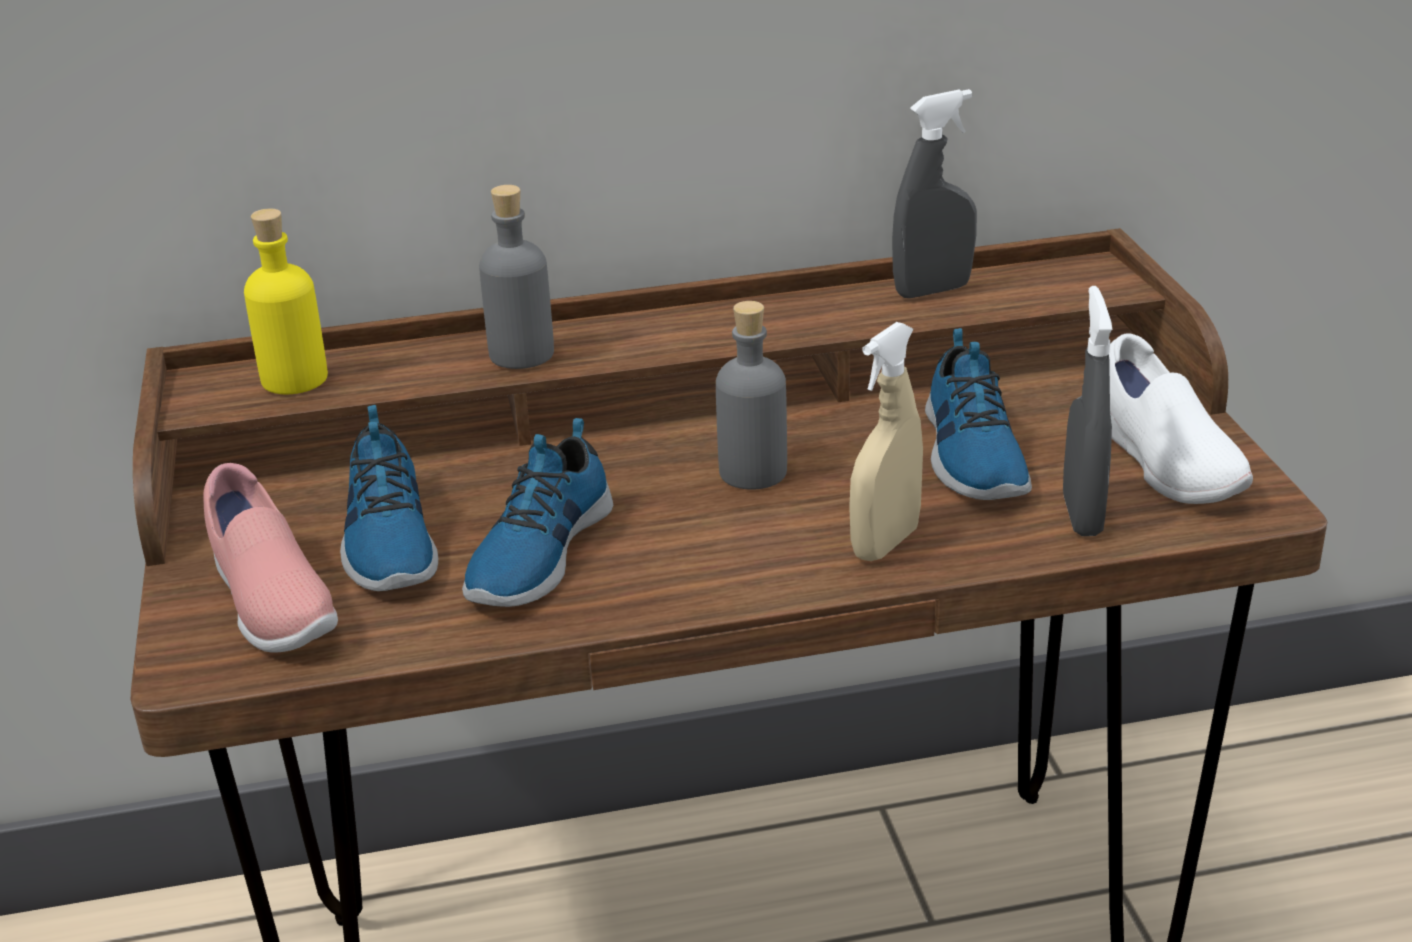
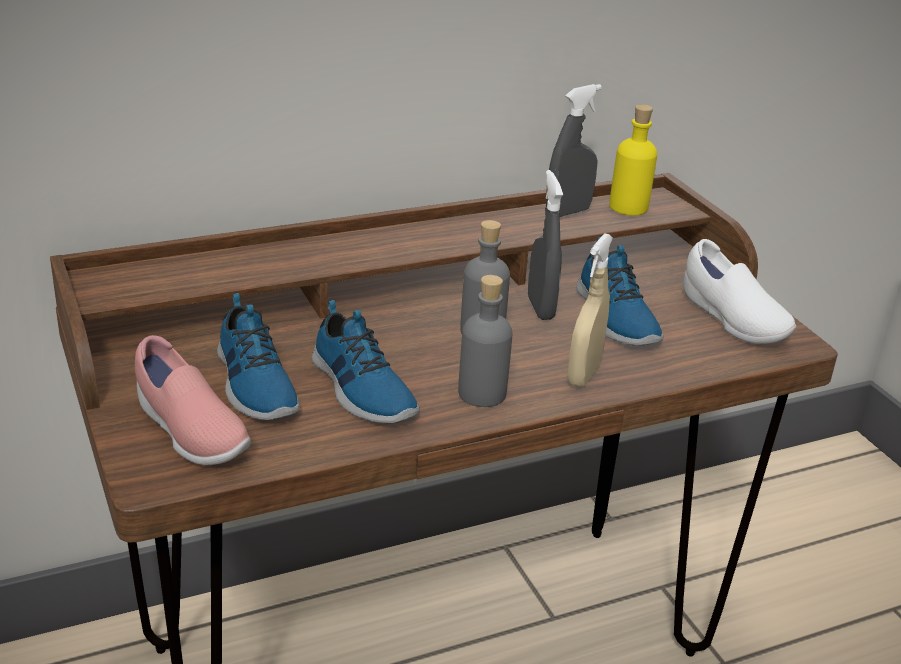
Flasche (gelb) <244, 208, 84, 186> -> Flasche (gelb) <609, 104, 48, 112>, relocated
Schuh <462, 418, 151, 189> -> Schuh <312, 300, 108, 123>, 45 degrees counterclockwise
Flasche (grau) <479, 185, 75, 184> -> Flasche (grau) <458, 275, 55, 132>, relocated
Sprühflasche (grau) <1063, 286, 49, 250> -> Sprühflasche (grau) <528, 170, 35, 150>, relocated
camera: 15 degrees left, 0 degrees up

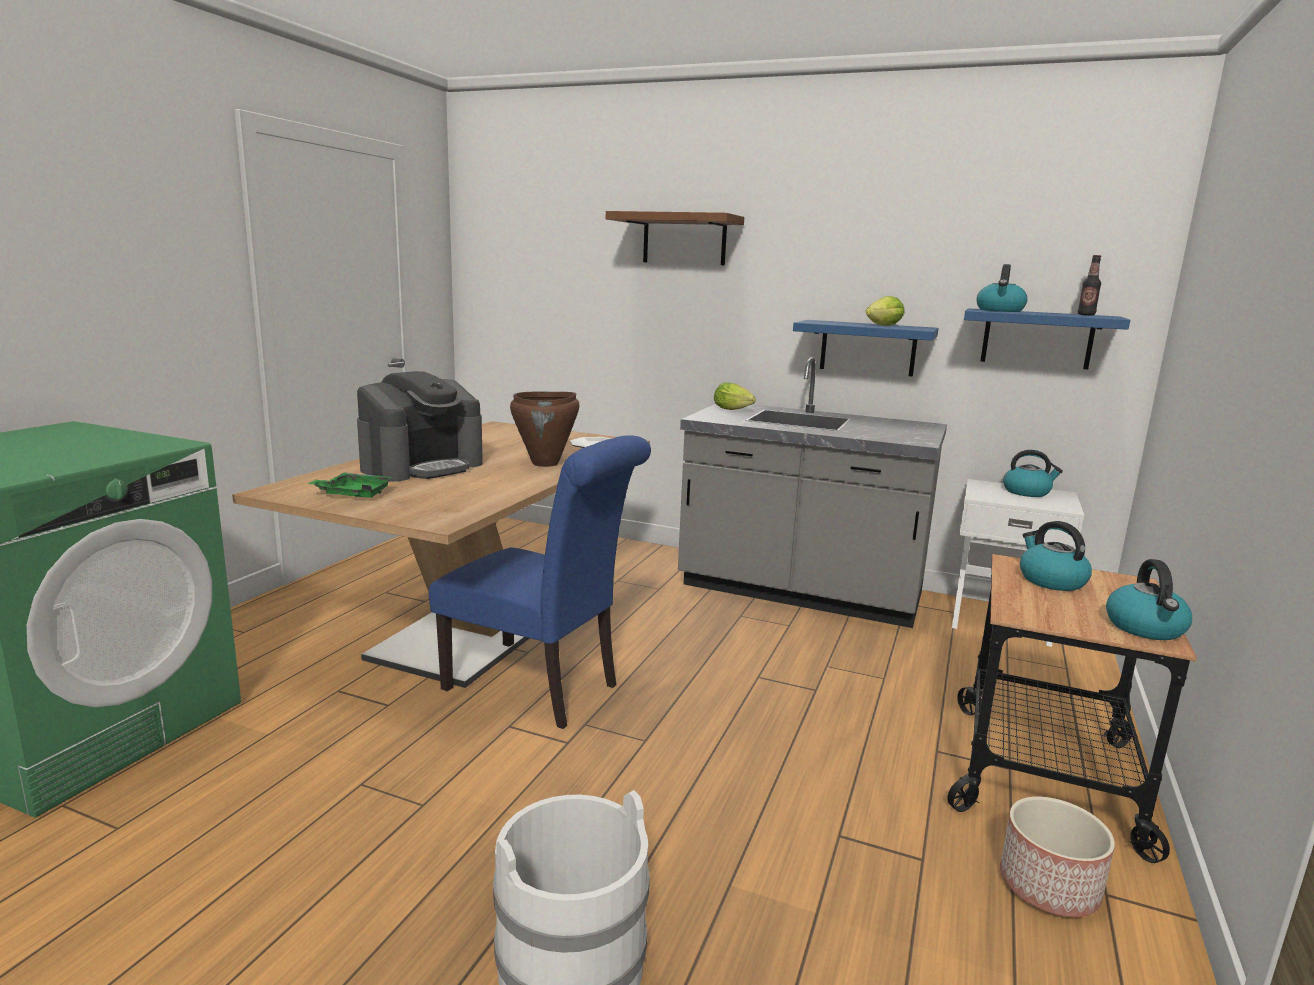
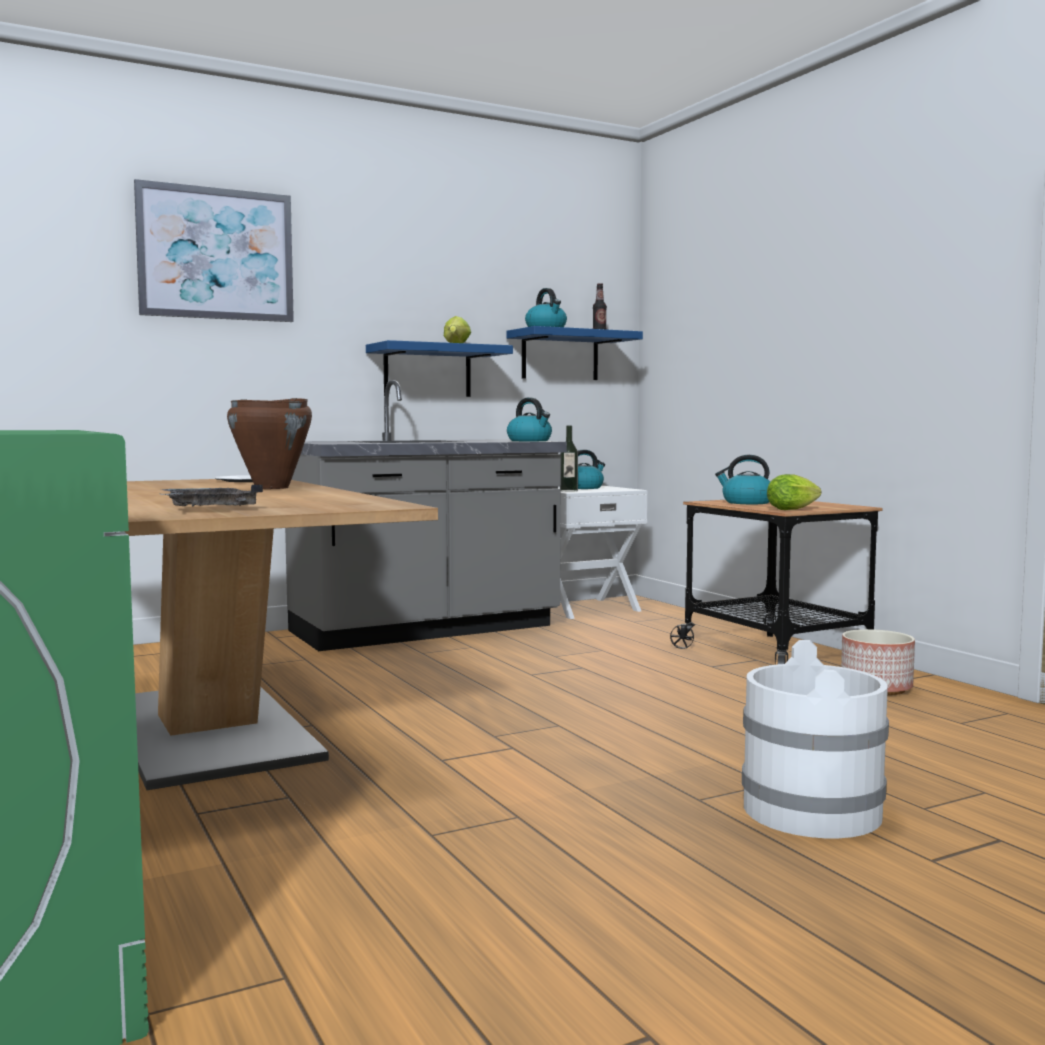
Tablett (grün) <308, 472, 85, 26> -> Tablett (grau) <161, 485, 102, 21>
Kaffeemaschine <357, 371, 126, 111> -> none
Stuhl (blau) <429, 435, 222, 294> -> none
Wandregal (braun) <606, 211, 138, 54> -> Bild <134, 179, 160, 143>
Salatkopf <714, 382, 42, 28> -> Salatkopf <767, 474, 55, 36>, relocated
Wasserkessel <1106, 559, 86, 81> -> Wasserkessel <507, 398, 45, 43>, relocated
none -> Flasche <560, 426, 18, 66>
camera: 50 degrees left, 10 degrees down

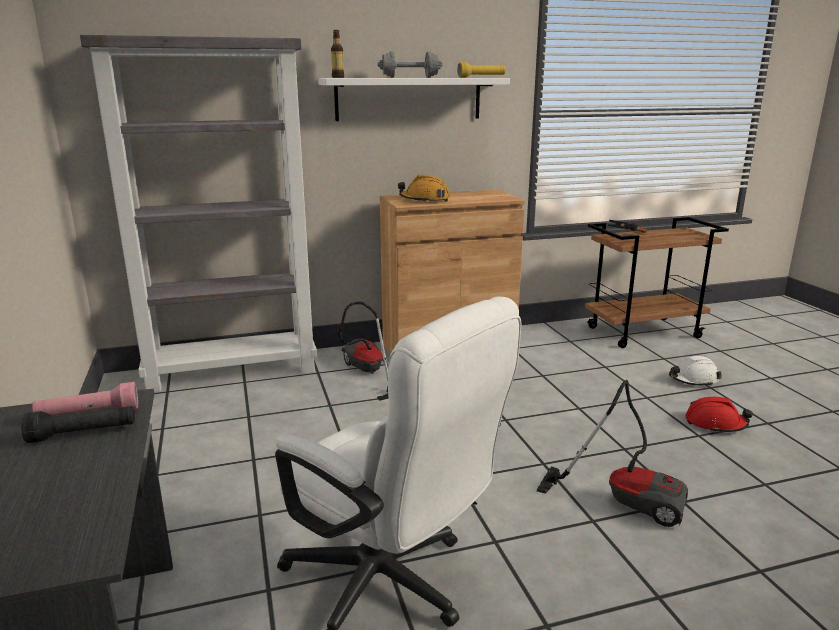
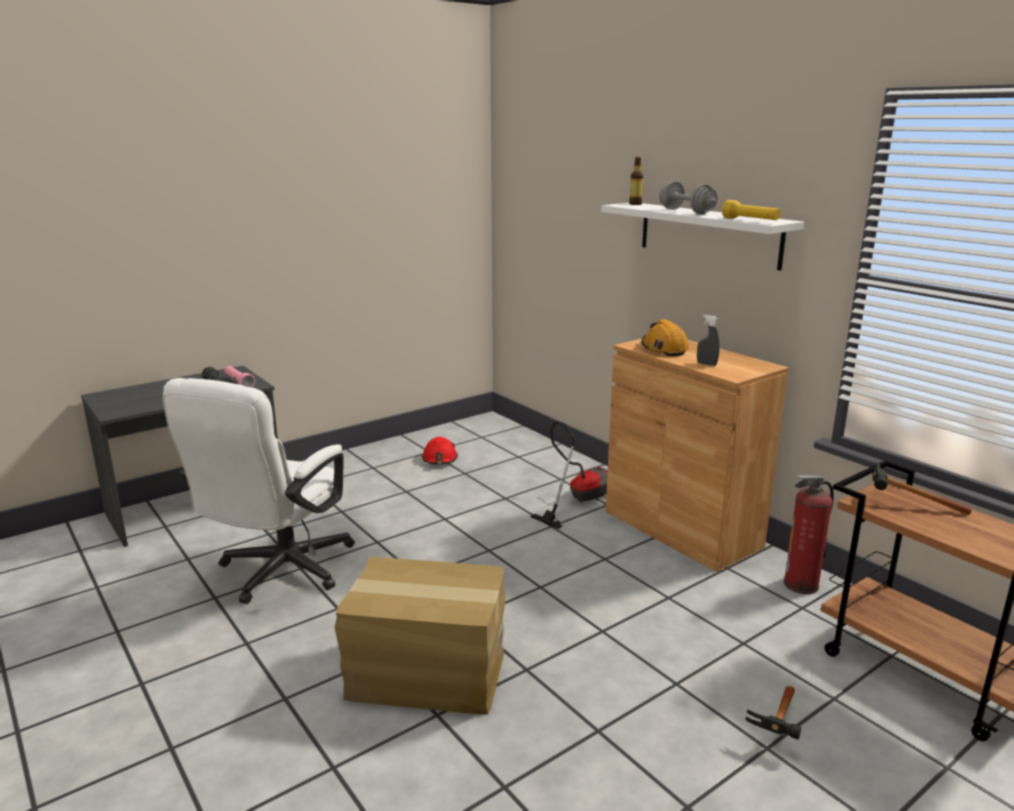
Bücherregal (grau) <80, 35, 237, 357> -> none
Staubsauger <537, 380, 151, 147> -> Karton <335, 557, 170, 158>
Schutzhelm (weiß) <669, 356, 53, 31> -> Hammer <745, 686, 56, 53>
Schutzhelm (rot) <685, 397, 68, 36> -> Schutzhelm (rot) <422, 437, 36, 27>, relocated
none -> Sprühflasche (grau) <697, 315, 23, 51>
none -> Feuerlöscher <784, 475, 50, 119>
camera: 70 degrees right, 0 degrees up

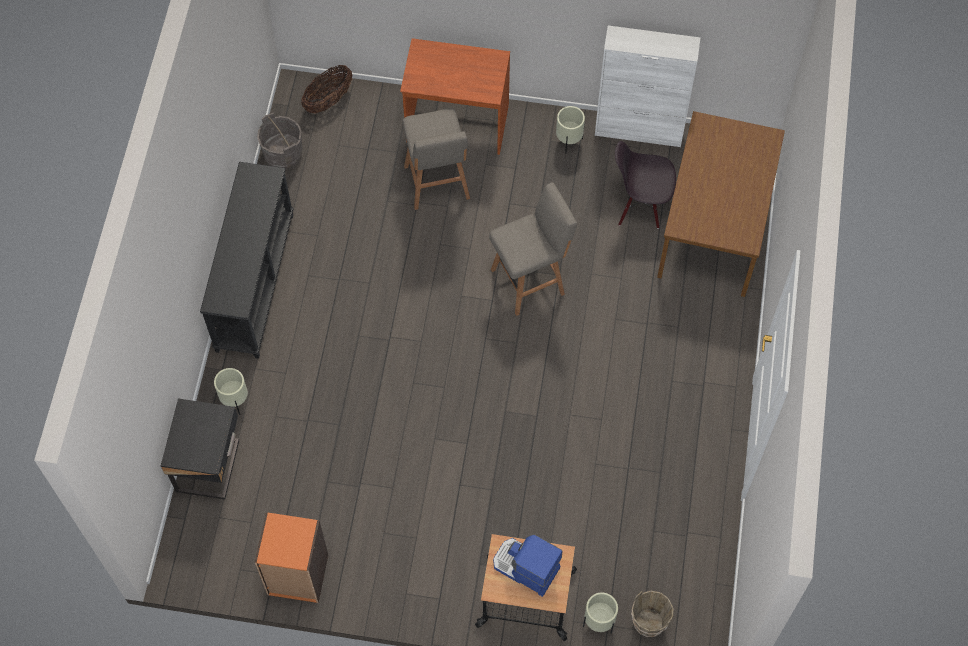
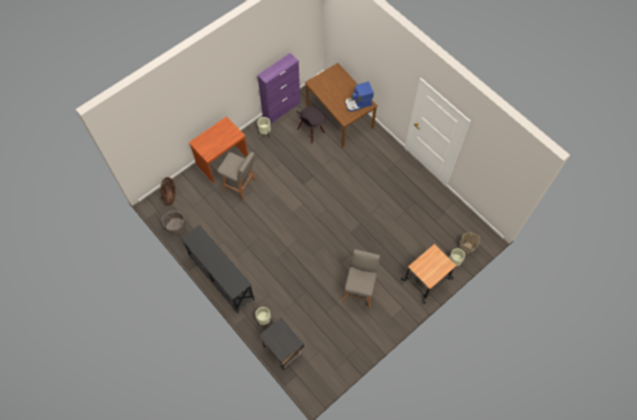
Bücherregal (orange) <255, 512, 73, 91> -> none
Hocker (grau) <489, 182, 88, 134> -> Hocker (grau) <342, 249, 38, 59>, relocated
Kaffeemaschine <493, 534, 70, 63> -> Kaffeemaschine <345, 81, 29, 31>, relocated
Schrank (weiß) <595, 25, 106, 122> -> Schrank (lila) <257, 53, 43, 71>
camera: 50 degrees left, 0 degrees up

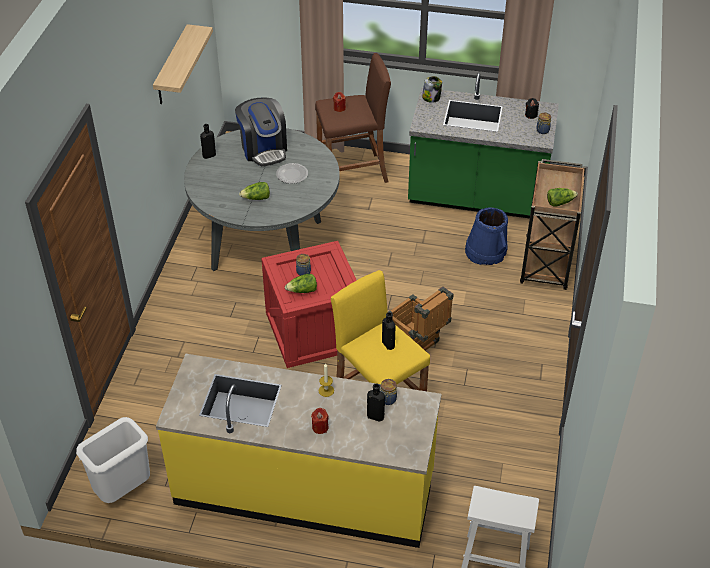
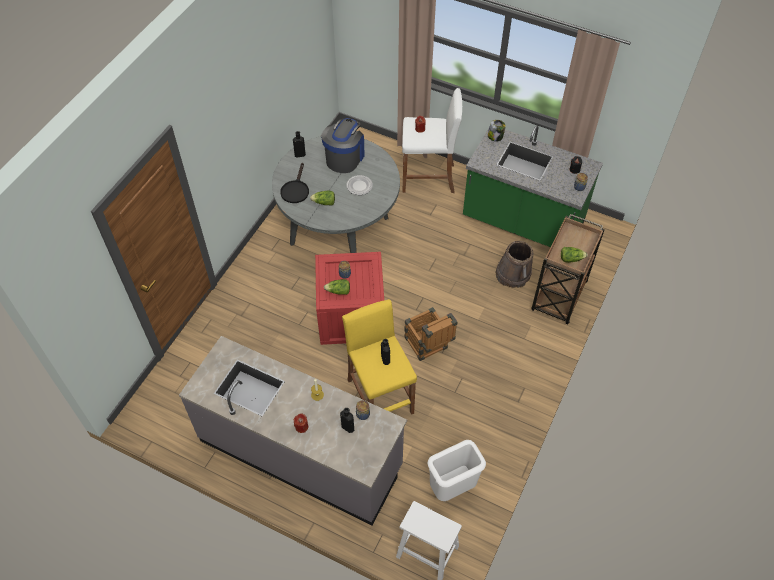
Mülleimer (weiß) <76, 417, 74, 86> -> Mülleimer (weiß) <427, 440, 59, 61>, relocated
Wandregal <153, 24, 60, 80> -> none
Küchenzeile (gelb) <156, 354, 285, 194> -> Küchenzeile (grau) <179, 336, 228, 189>
Kaffeemaschine <235, 98, 52, 68> -> Kaffeemaschine <321, 118, 44, 55>, 150 degrees counterclockwise
Hocker (braun) <315, 53, 76, 130> -> Hocker (weiß) <402, 88, 60, 105>
Eimer (blau) <465, 207, 43, 58> -> Eimer (braun) <496, 241, 37, 47>
none -> Pfanne (schwarz) <280, 163, 29, 40>
camera: 15 degrees right, 10 degrees up

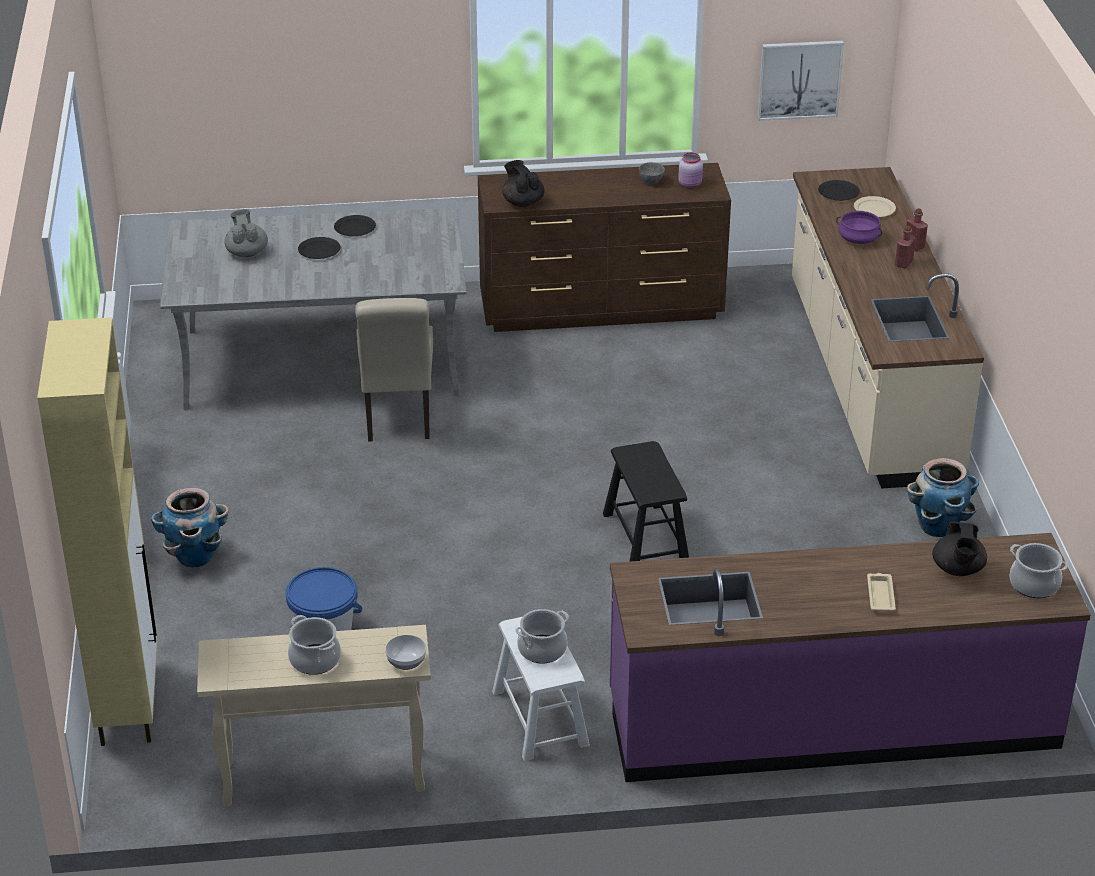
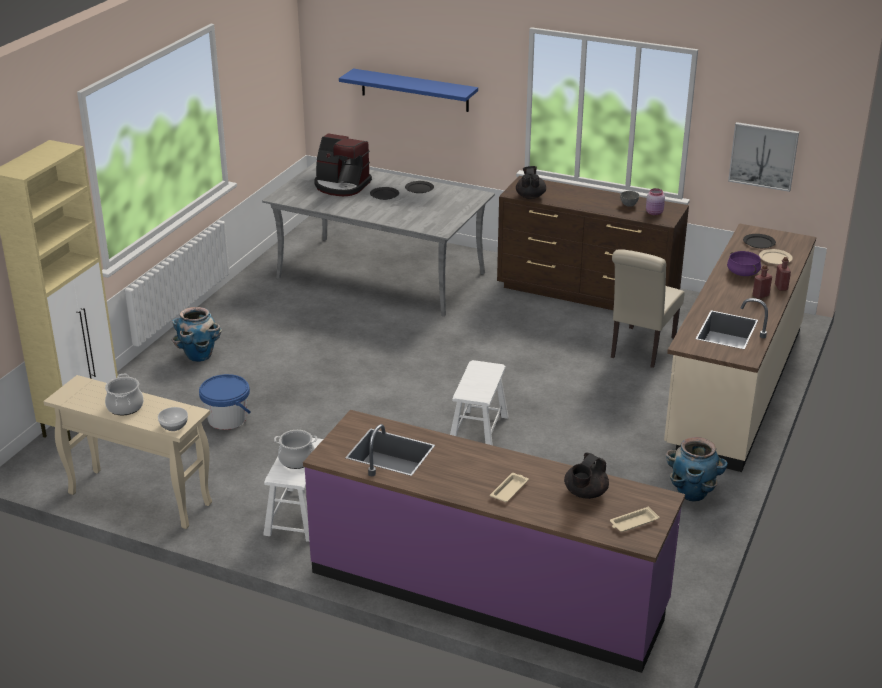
Teekanne (grau) <224, 209, 44, 48> -> Kaffeemaschine <314, 134, 58, 62>
Stuhl (beige) <355, 298, 78, 143> -> Stuhl (beige) <611, 249, 74, 119>, relocated
Hocker (schwarz) <603, 441, 86, 121> -> Hocker (weiß) <450, 360, 59, 85>
Kochtopf <1010, 543, 58, 55> -> Tablett (beige) <610, 506, 49, 26>
none -> Wandregal (blau) <339, 69, 139, 43>
camera: 30 degrees right, 5 degrees down

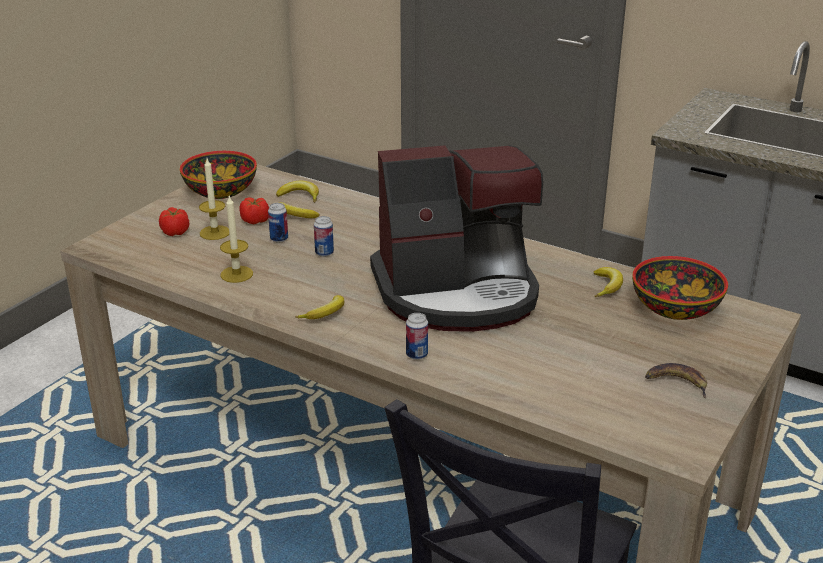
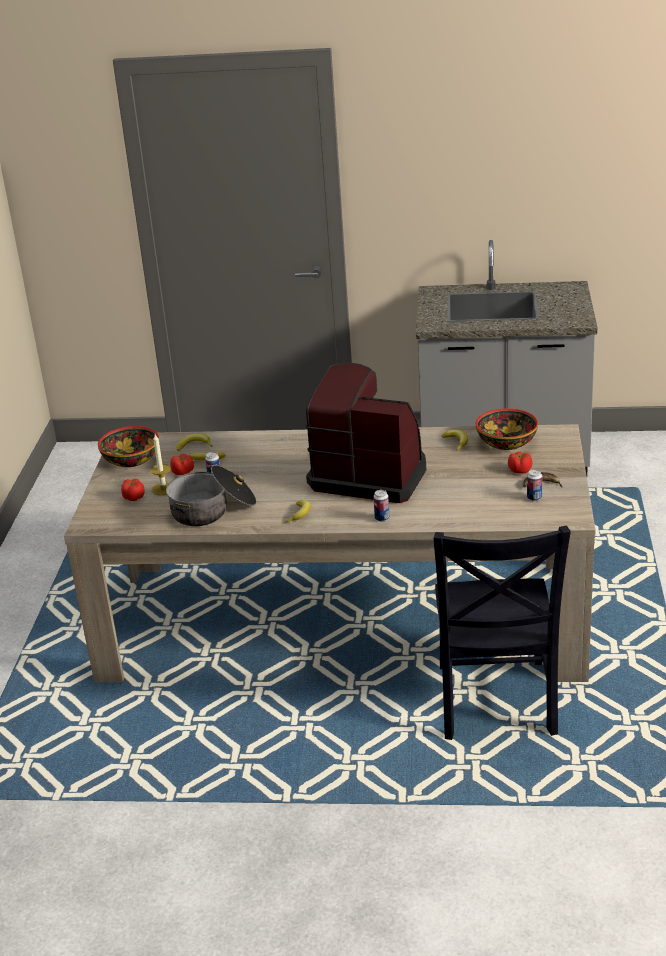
Kerze <220, 196, 33, 87> -> Kochtopf <166, 465, 91, 61>
Dose <314, 216, 20, 41> -> Dose <527, 469, 15, 32>, relocated
Kaffeemaschine <370, 145, 173, 187> -> Kaffeemaschine <305, 363, 121, 140>, 120 degrees counterclockwise
none -> Tomate <508, 451, 24, 23>
camera: 25 degrees left, 0 degrees up

